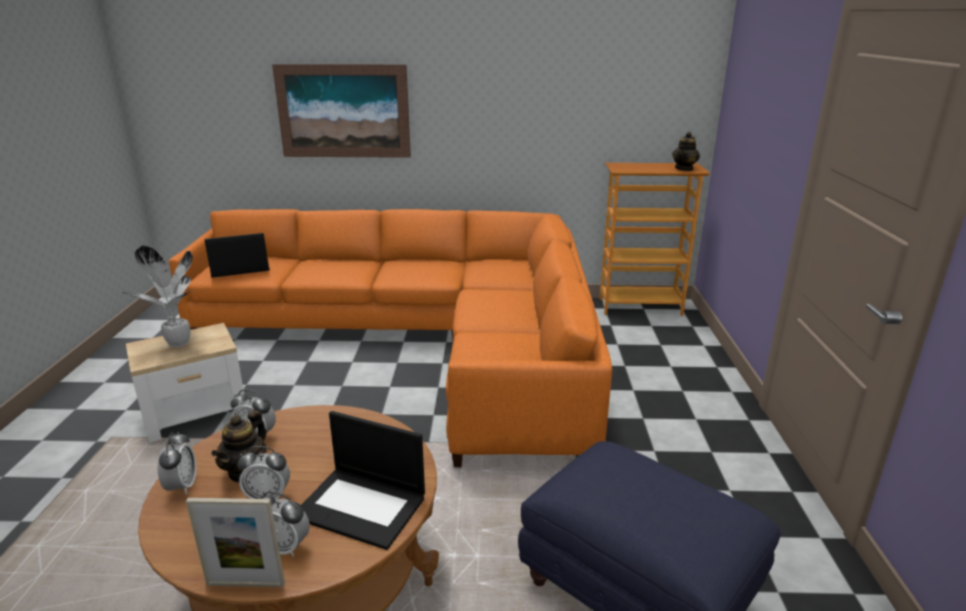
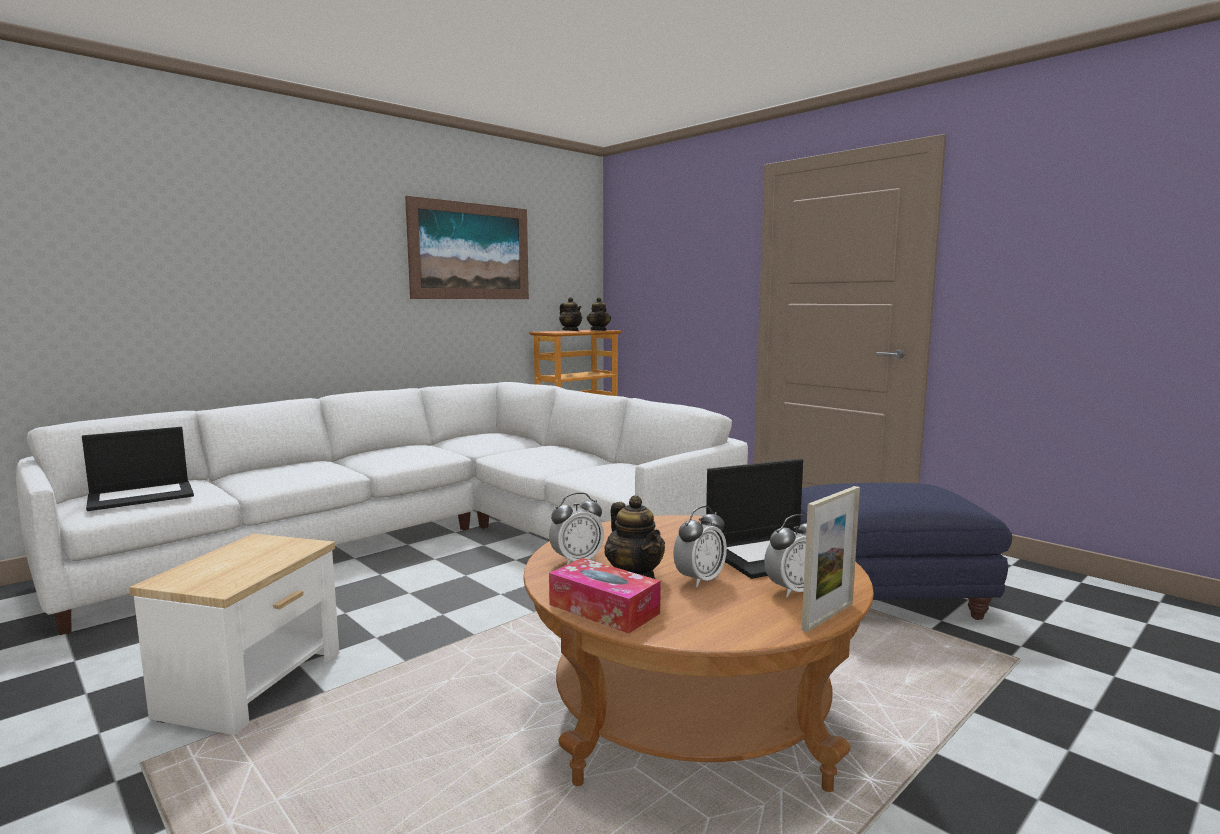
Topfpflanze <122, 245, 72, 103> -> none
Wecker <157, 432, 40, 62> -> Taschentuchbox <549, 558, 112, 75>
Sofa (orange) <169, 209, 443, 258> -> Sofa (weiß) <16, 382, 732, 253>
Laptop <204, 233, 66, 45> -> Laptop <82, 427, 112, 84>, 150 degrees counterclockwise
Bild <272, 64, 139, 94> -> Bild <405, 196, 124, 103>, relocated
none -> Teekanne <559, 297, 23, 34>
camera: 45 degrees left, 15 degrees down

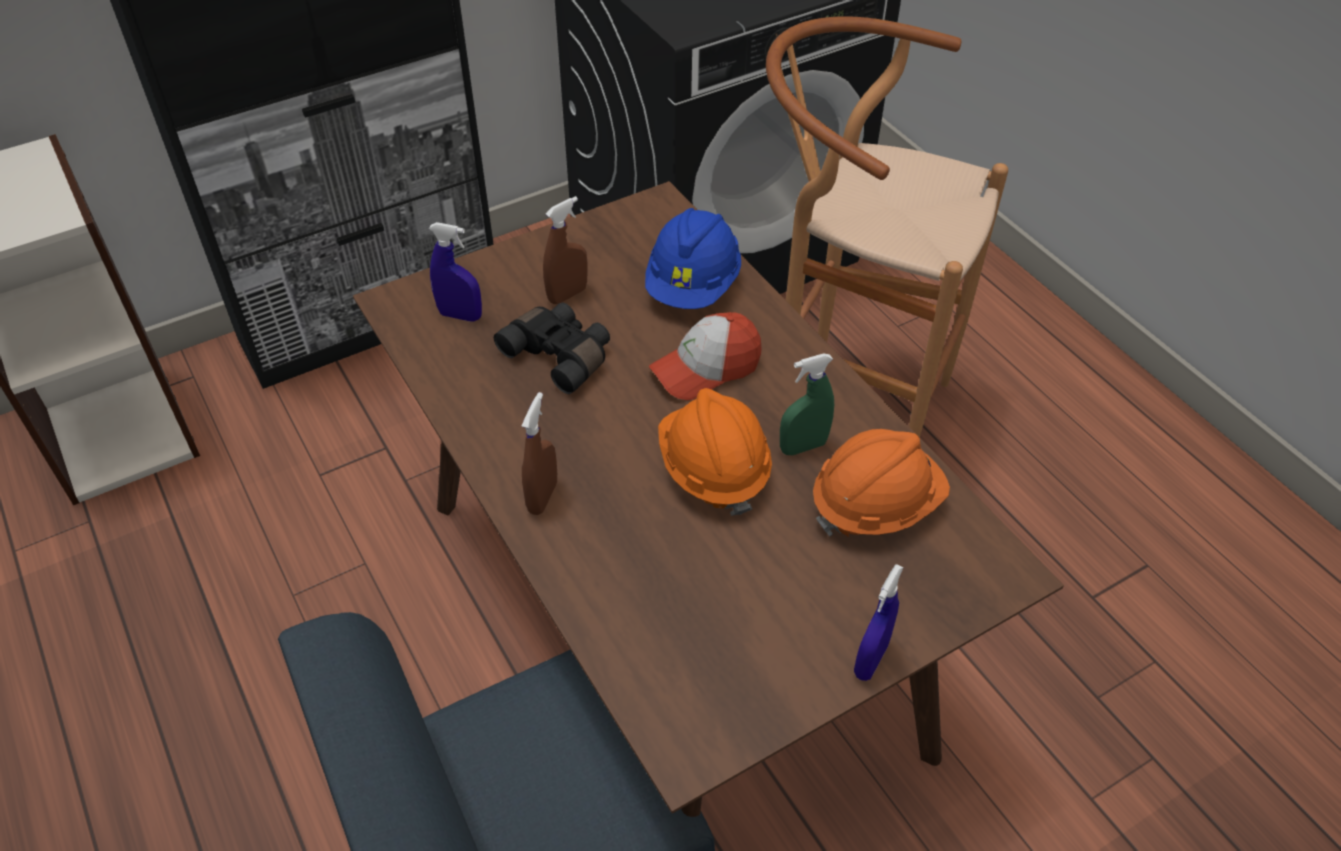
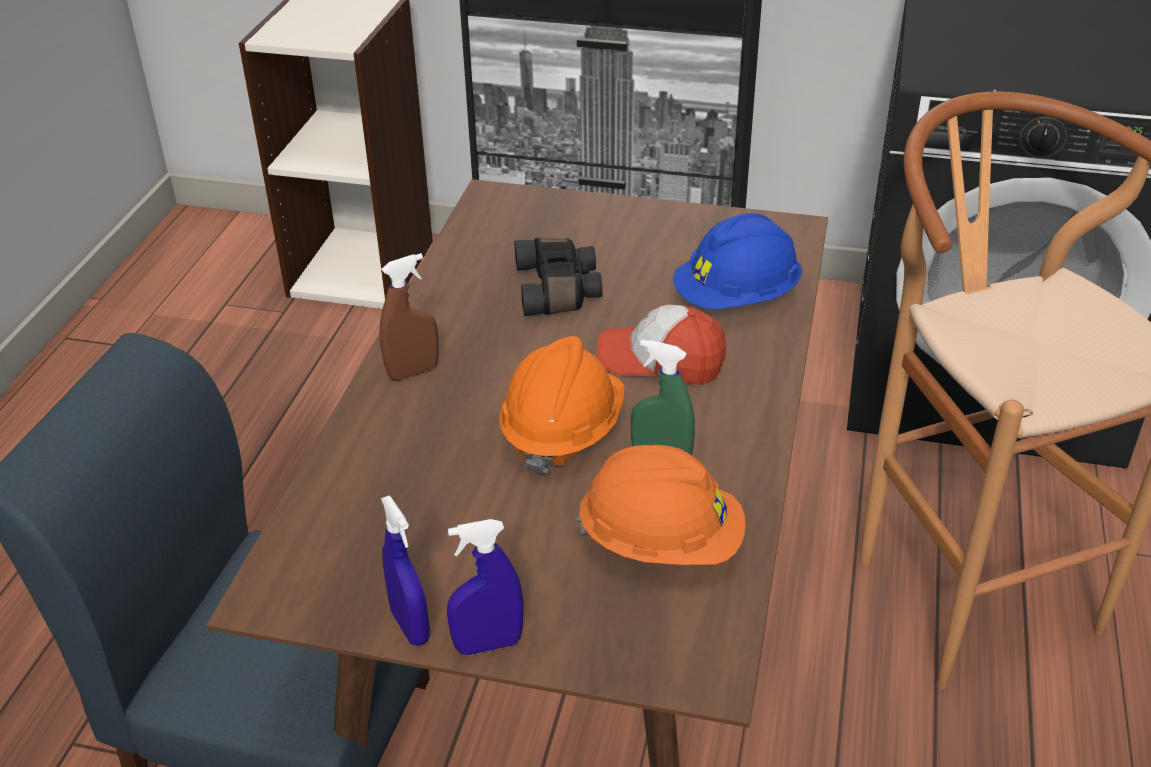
Sprühflasche (blau) <429, 222, 53, 100> -> Sprühflasche (blau) <381, 495, 49, 151>, relocated
Sprühflasche (braun) <543, 196, 45, 108> -> none
camera: 45 degrees right, 10 degrees down

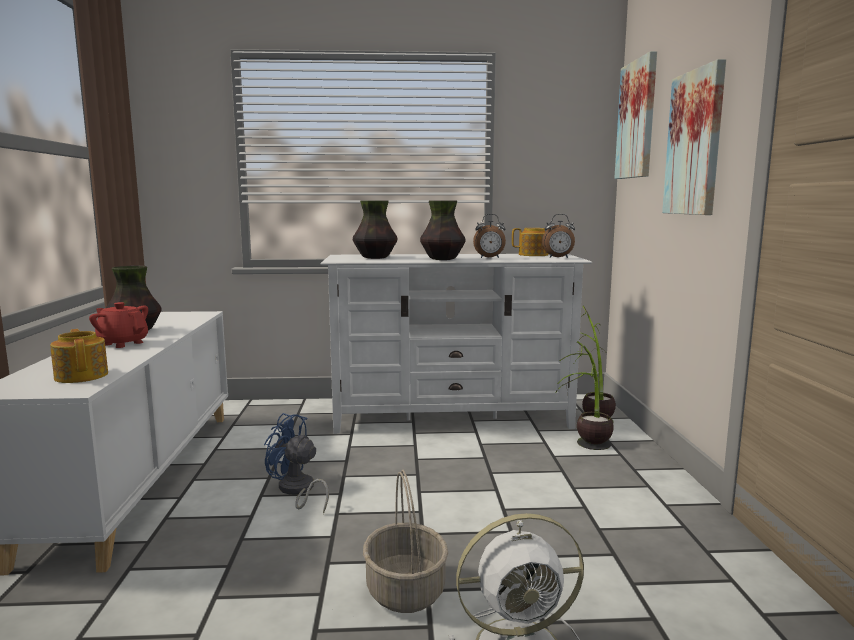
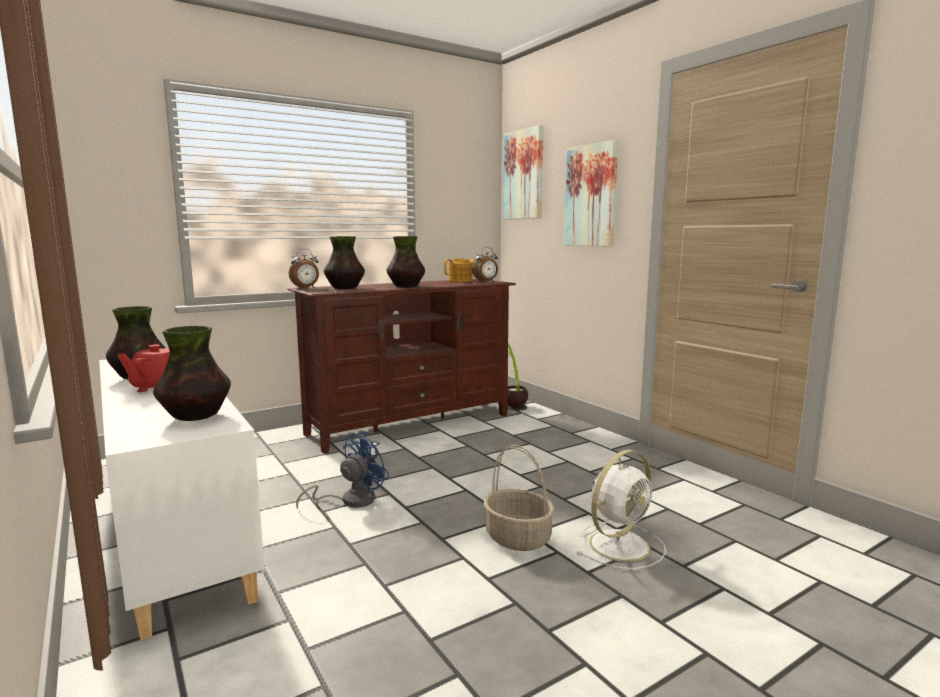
Teekanne <50, 329, 58, 54> -> Vase <153, 326, 78, 95>
Ventilator (blau) <264, 413, 65, 101> -> Ventilator (blau) <296, 431, 94, 78>, 135 degrees clockwise
Fernsehschrank (weiß) <320, 254, 272, 180> -> Fernsehschrank (braun) <287, 279, 229, 175>
Wecker <473, 214, 33, 44> -> Wecker <289, 249, 30, 40>, relocated
Topfpflanze <557, 341, 57, 109> -> none
camera: 30 degrees left, 0 degrees up

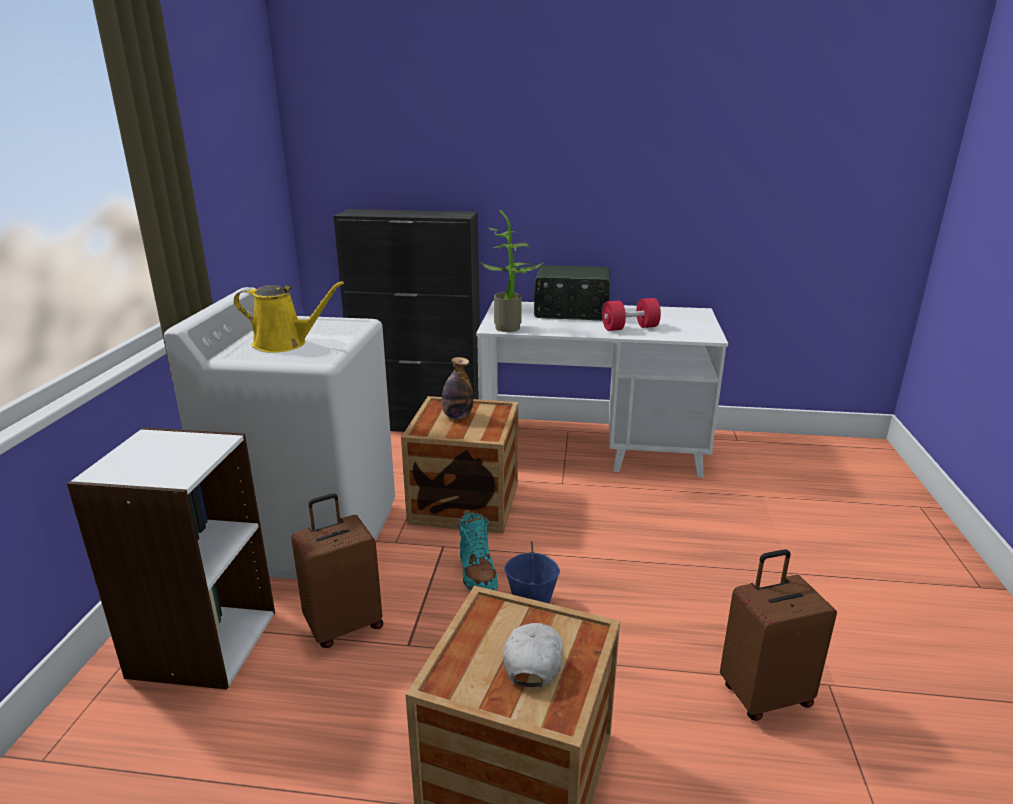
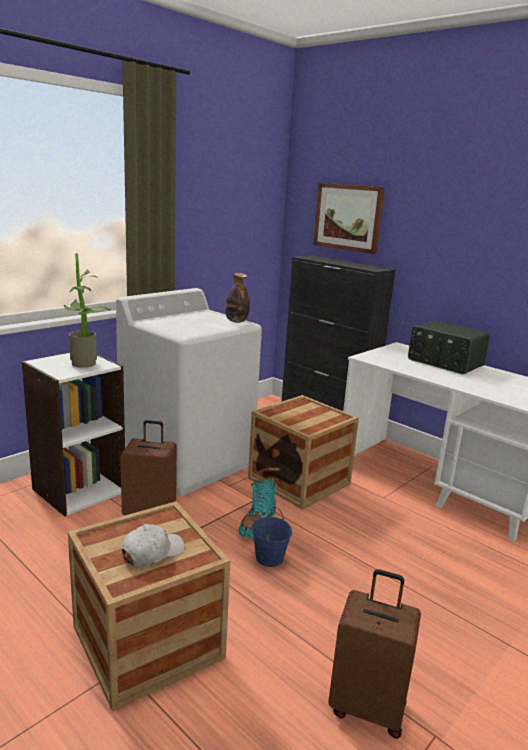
Gießkanne (gelb) <234, 281, 110, 72> -> none
Flasche <442, 357, 31, 62> -> Flasche <225, 273, 25, 50>, relocated
Topfpflanze <479, 210, 64, 122> -> Topfpflanze <64, 253, 47, 115>, relocated
Hantel (rot) <602, 298, 59, 33> -> none
none -> Bild <313, 183, 72, 71>
camera: 35 degrees right, 5 degrees down

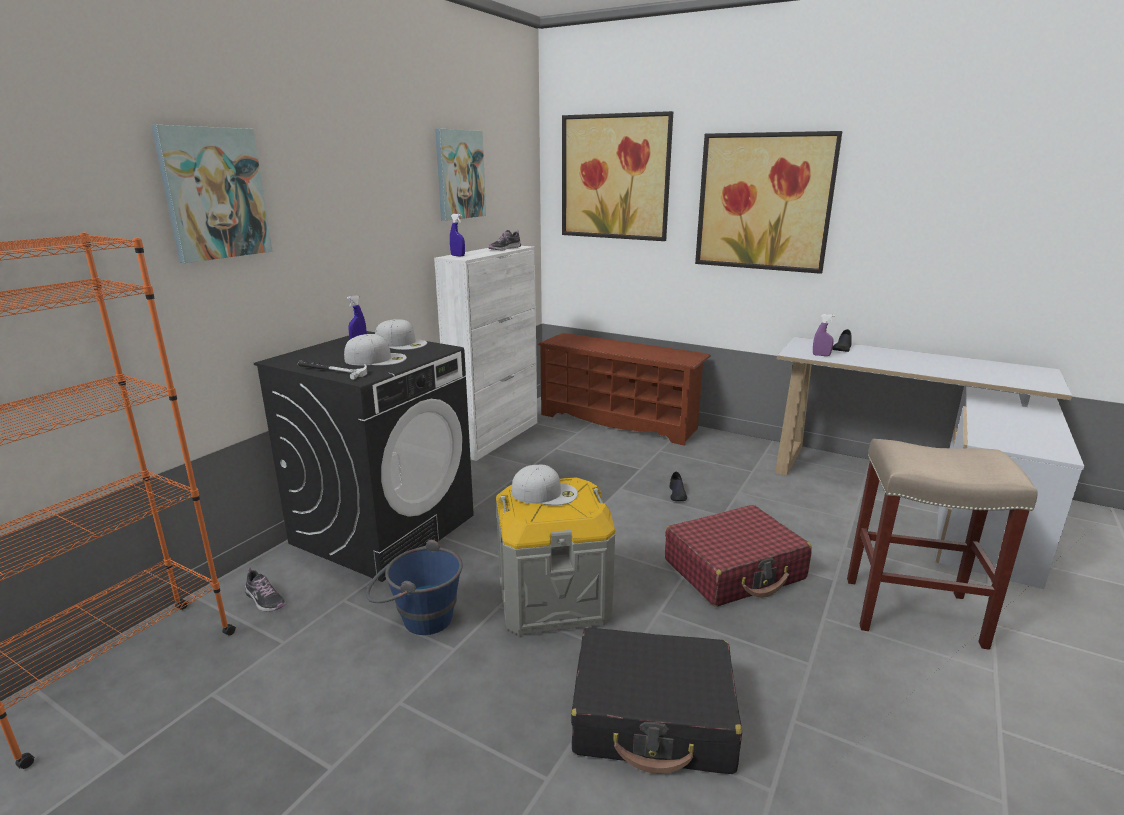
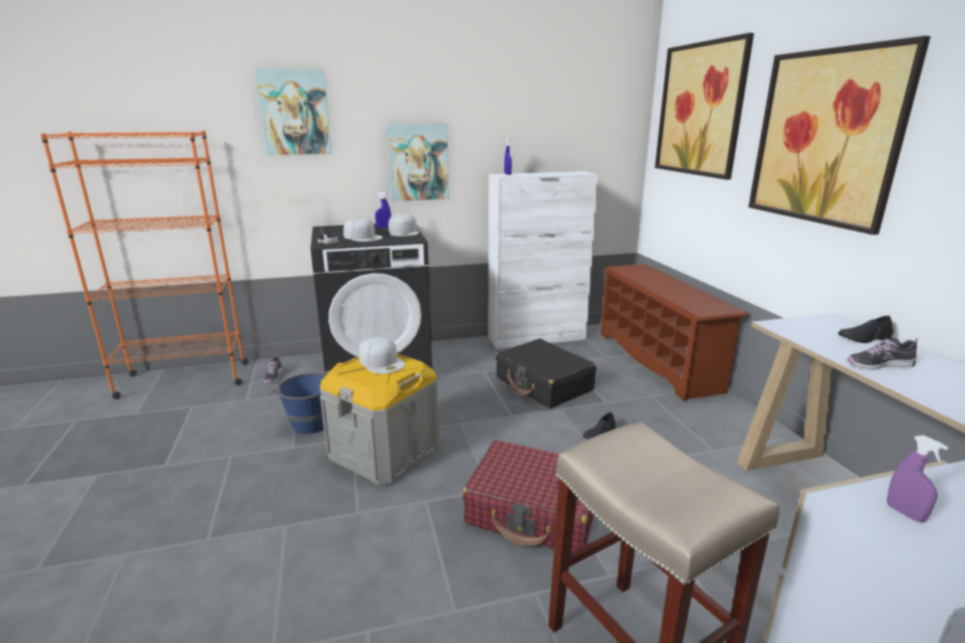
Bild <435, 129, 51, 92> -> Bild <387, 124, 62, 77>, relocated
Schuh <489, 230, 32, 21> -> Schuh <847, 337, 71, 33>, relocated
Koffer (schwarz) <571, 627, 171, 147> -> Koffer (schwarz) <496, 339, 100, 69>, relocated
Sprühflasche (lila) <813, 314, 22, 42> -> Sprühflasche (lila) <887, 435, 62, 87>, relocated
camera: 45 degrees right, 0 degrees up

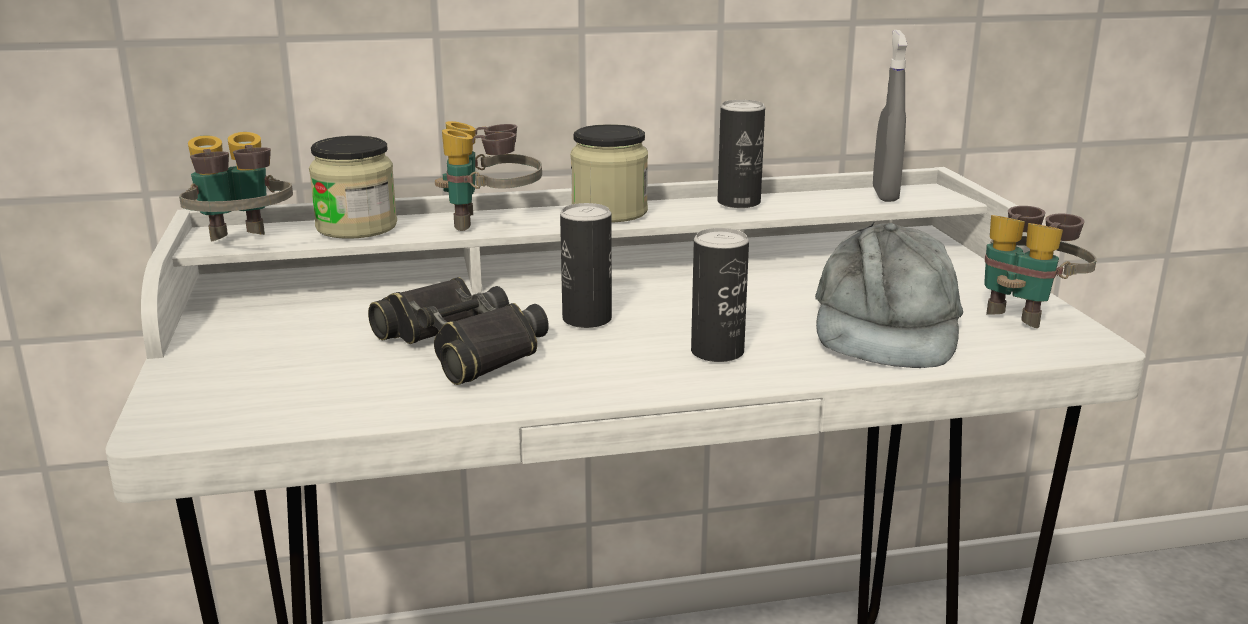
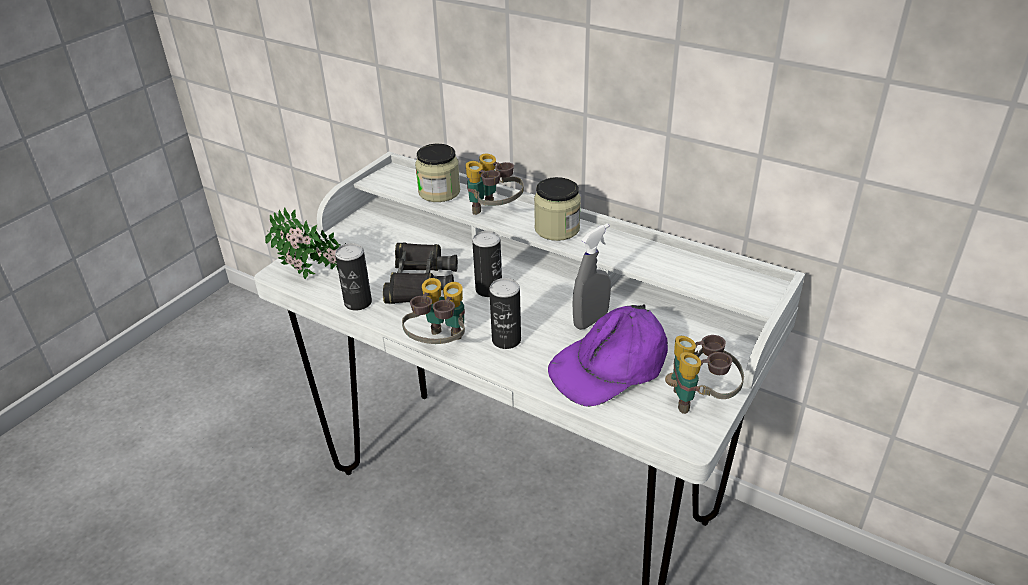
Fernglas <179, 132, 114, 109> -> Fernglas <402, 278, 63, 66>, relocated
Dose <718, 100, 47, 108> -> Dose <335, 243, 37, 68>, relocated
Kappe (grau) <815, 222, 148, 146> -> Kappe (lila) <548, 304, 120, 103>
Sprühflasche (grau) <873, 30, 34, 172> -> Sprühflasche (grau) <573, 224, 38, 106>, relocated
none -> Topfpflanze <265, 208, 81, 71>
camera: 45 degrees right, 15 degrees up

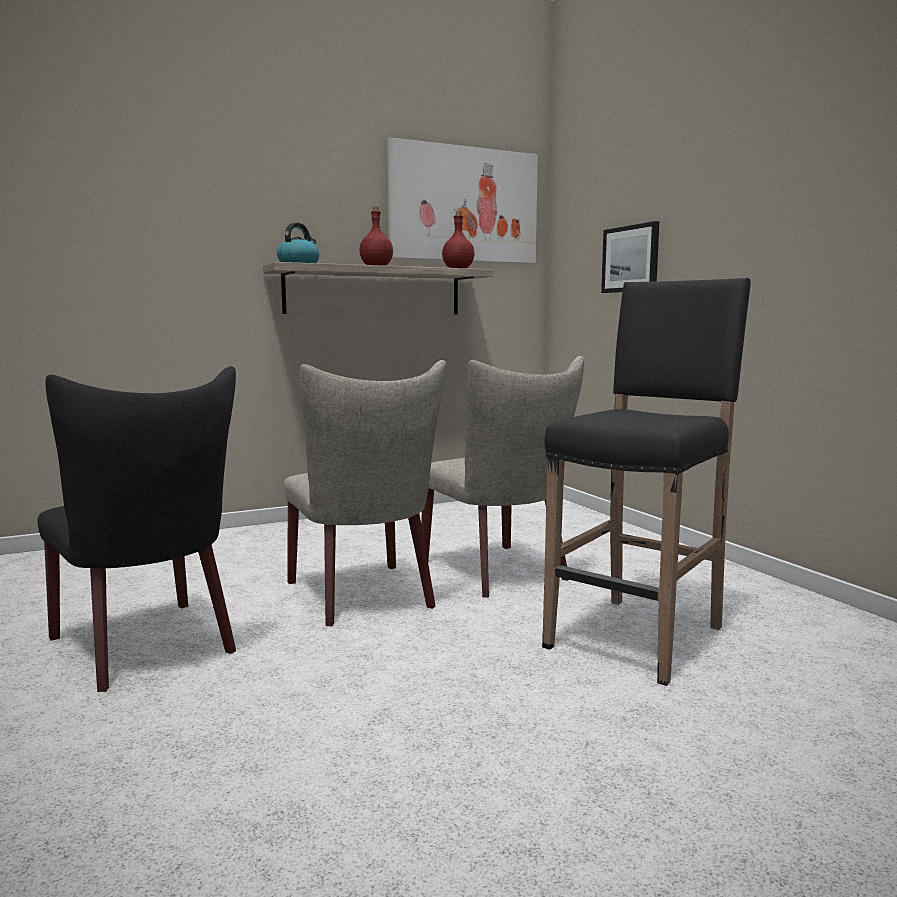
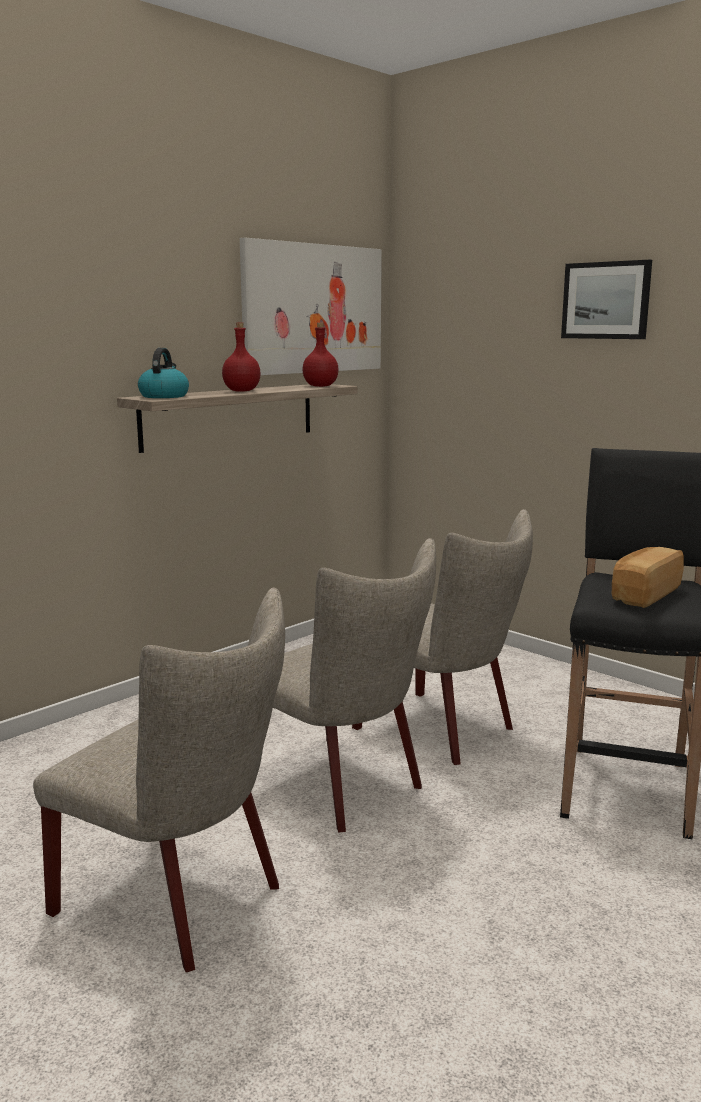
Stuhl (schwarz) <37, 366, 199, 326> -> Stuhl (beige) <33, 588, 252, 384>
Bild <601, 221, 58, 72> -> Bild <561, 260, 91, 79>, relocated
none -> Brot <612, 547, 72, 61>
camera: 20 degrees left, 5 degrees up

